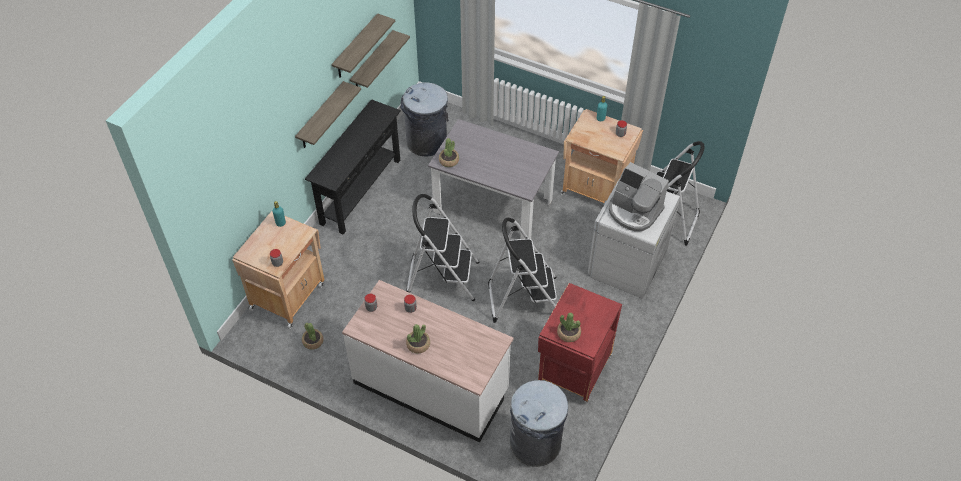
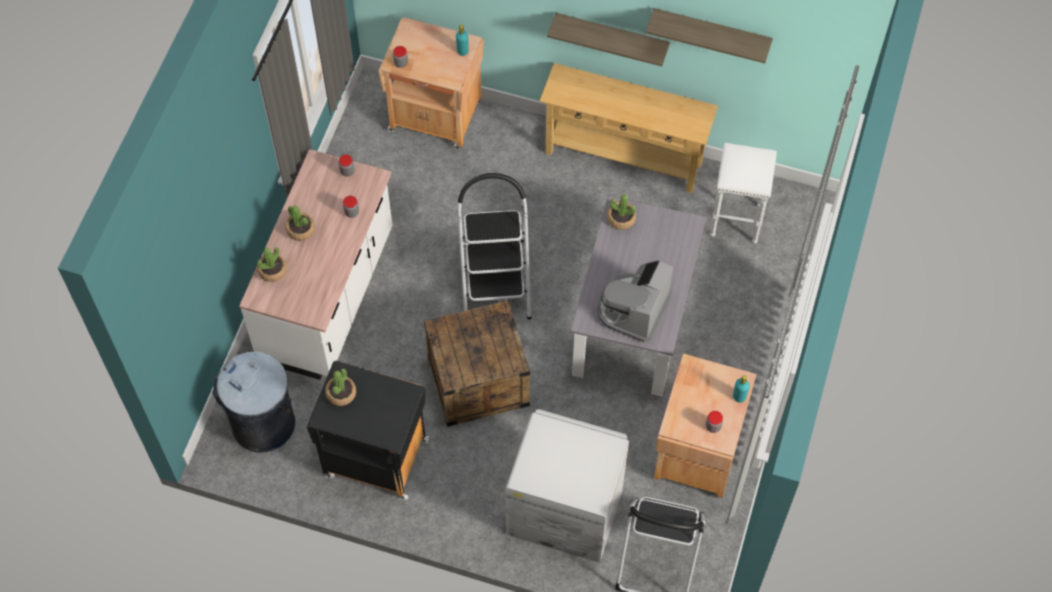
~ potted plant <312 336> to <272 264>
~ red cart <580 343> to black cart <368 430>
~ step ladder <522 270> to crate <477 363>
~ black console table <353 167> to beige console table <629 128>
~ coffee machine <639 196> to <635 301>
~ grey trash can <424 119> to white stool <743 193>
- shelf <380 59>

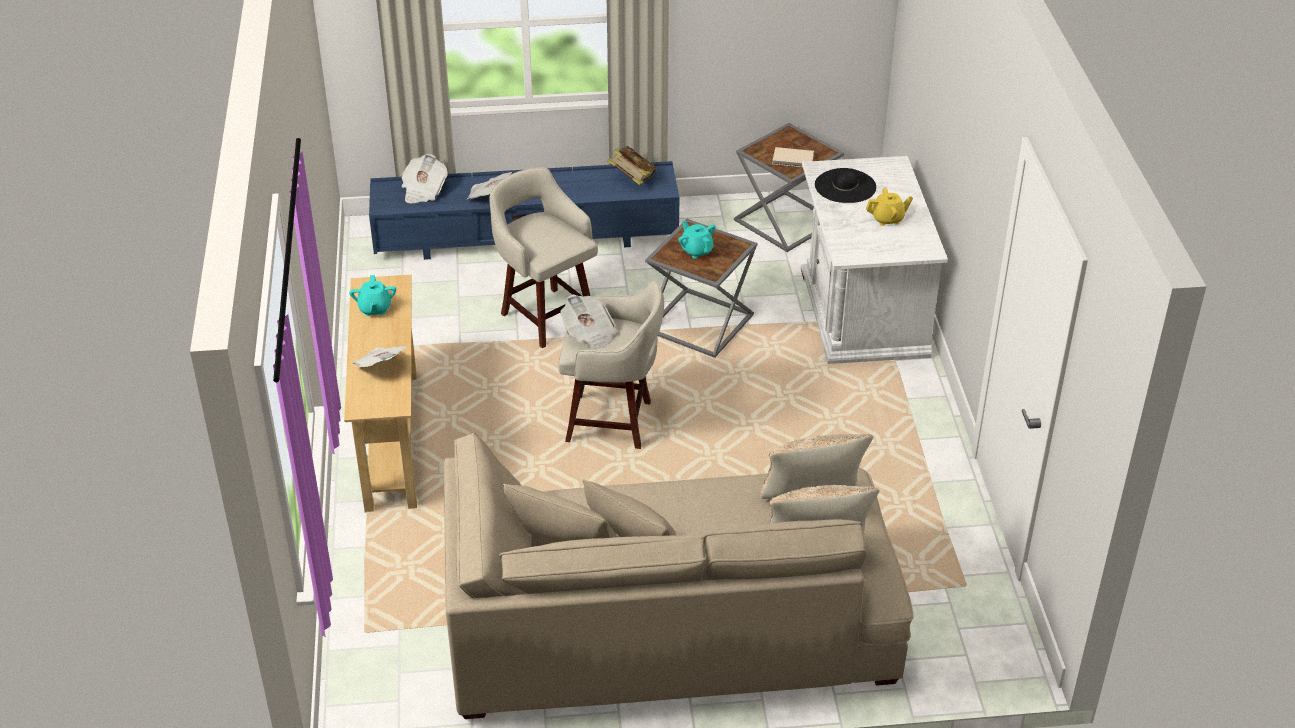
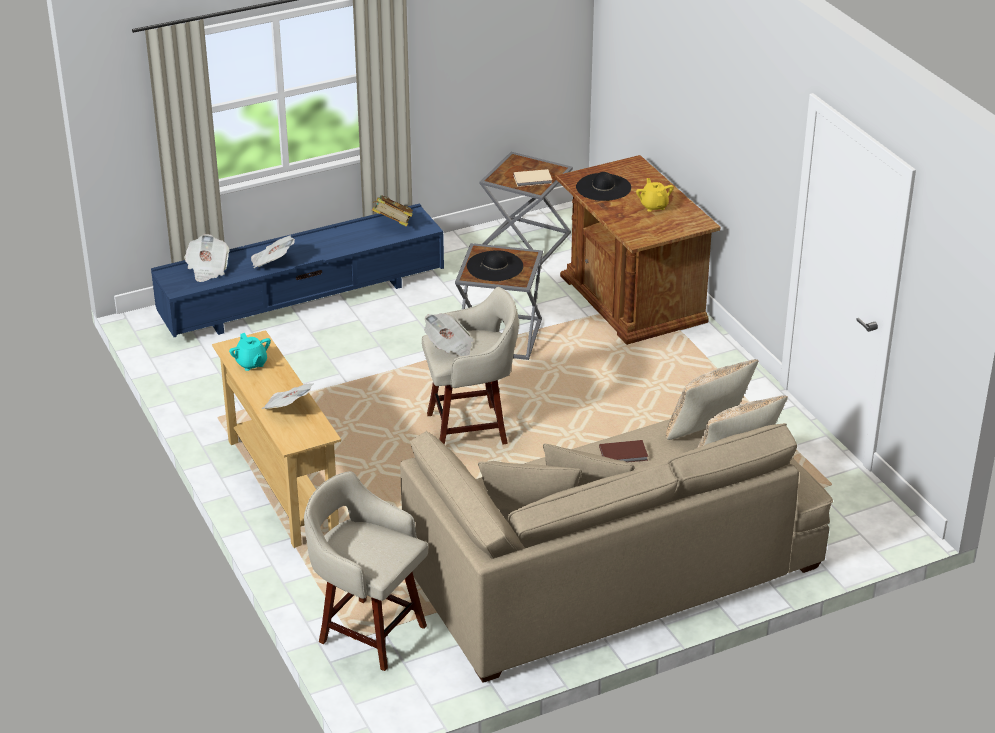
~ beige stool <544 258> to <366 571>
~ turquoise teapot <697 239> to black hat <495 265>
~ white cabinet <874 260> to brown cabinet <637 250>
+ brown book <623 451>
~ yellow teapot <889 207> = <655 195> 75 degrees counterclockwise

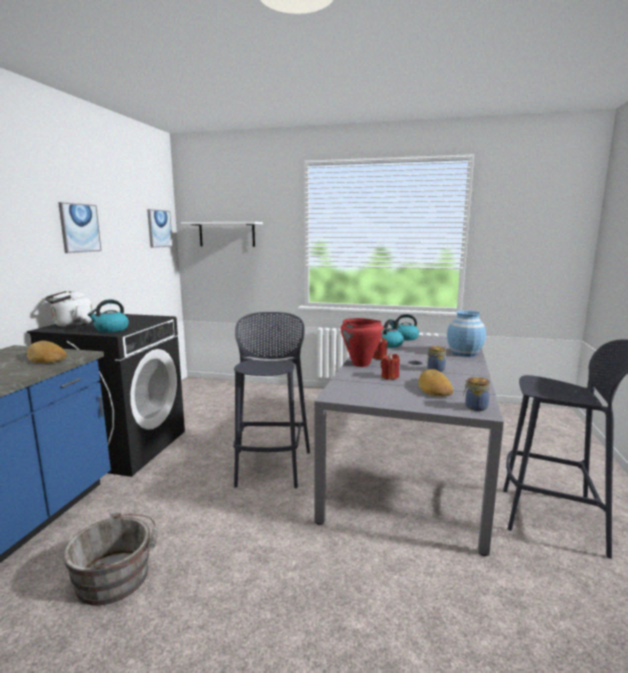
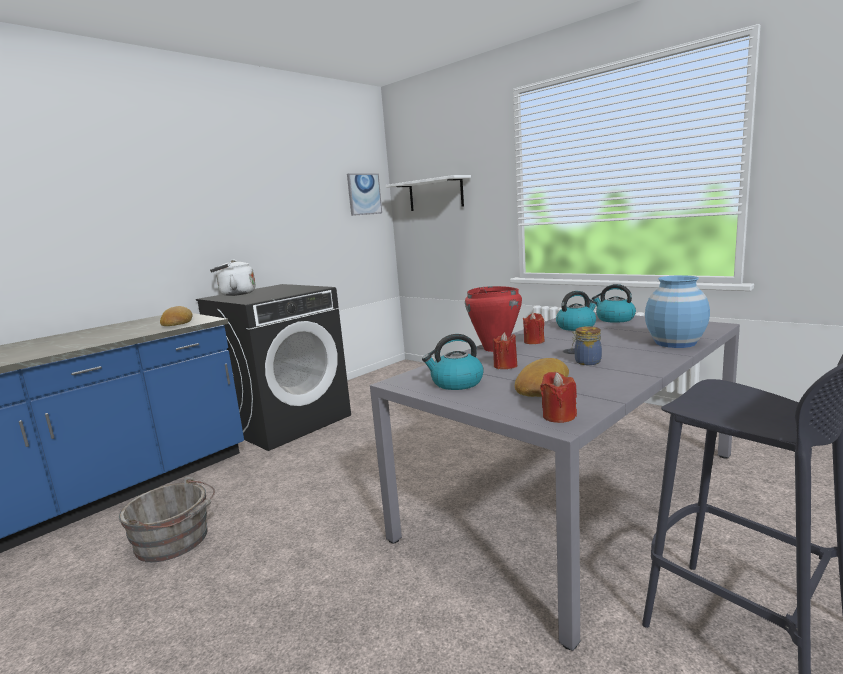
~ kettle <108 316> to <453 362>
~ jar <476 394> to red candle <558 397>
- picture <80 227>
- grey stool <271 400>

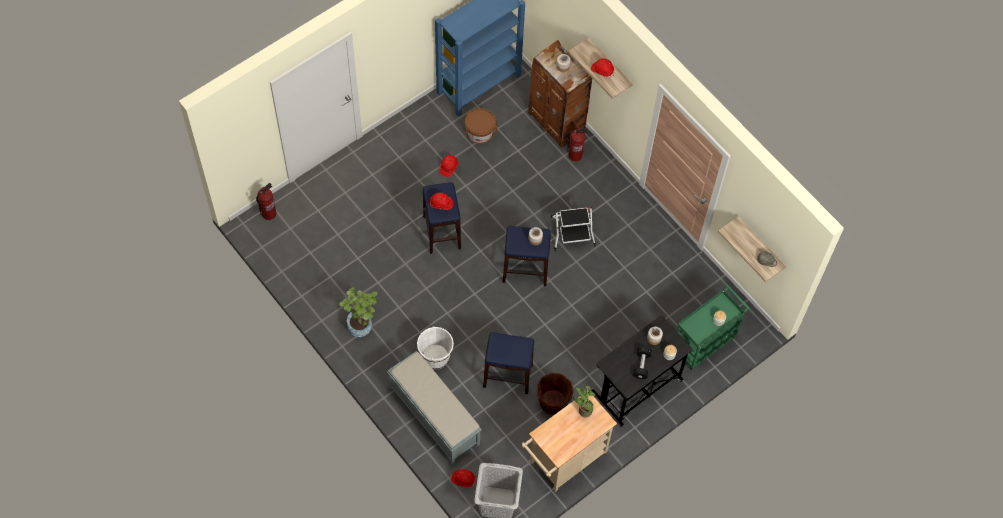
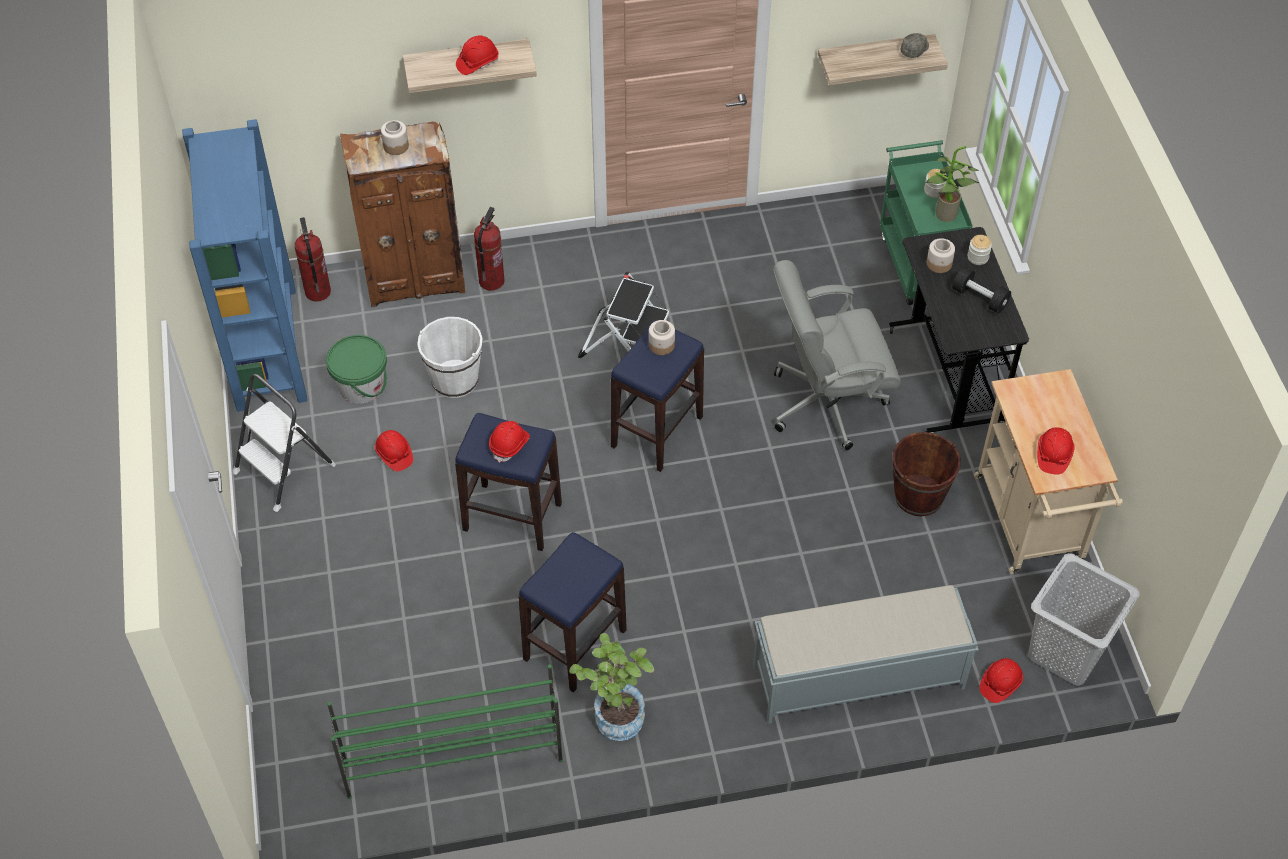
+ white step ladder <284 443>
~ fire extinguisher <266 201> to <313 259>
~ brown bucket <481 126> to green bucket <356 369>
+ green shoe rack <445 732>
~ white bucket <435 348> to <449 357>
~ stool <508 363> to <572 612>
+ grey office chair <837 355>
~ potted plant <584 400> to <952 184>
+ red hard hat <1056 451>

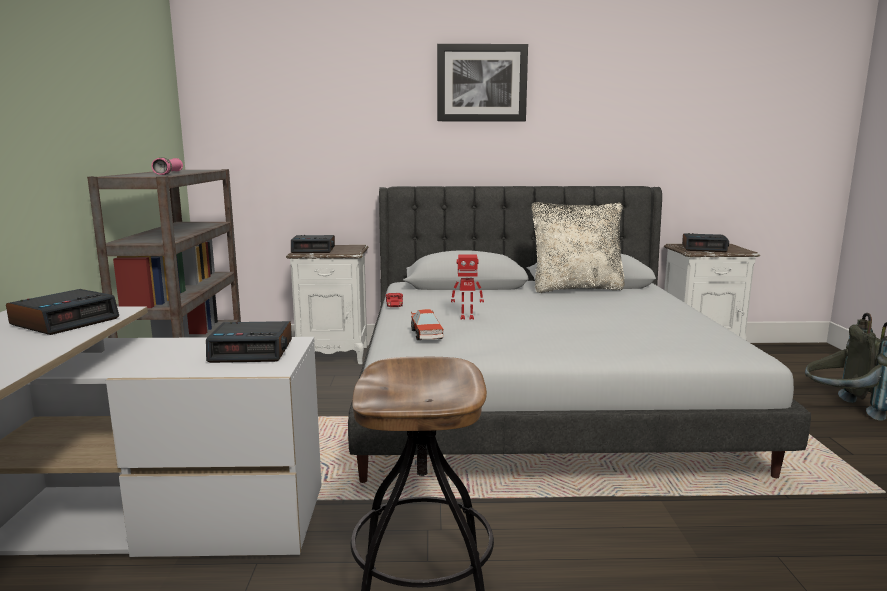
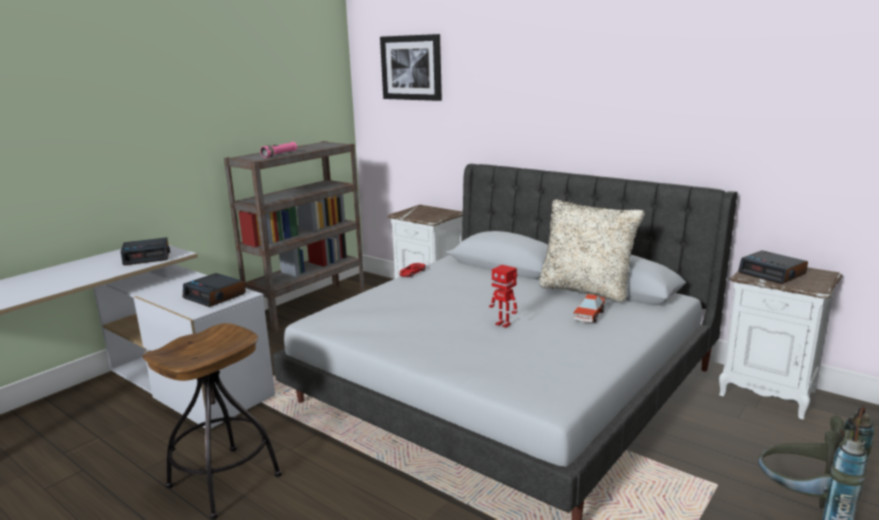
~ picture <482 82> to <411 67>
~ toy robot <467 286> to <503 296>
~ toy car <427 324> to <590 308>
- alarm clock <313 244>

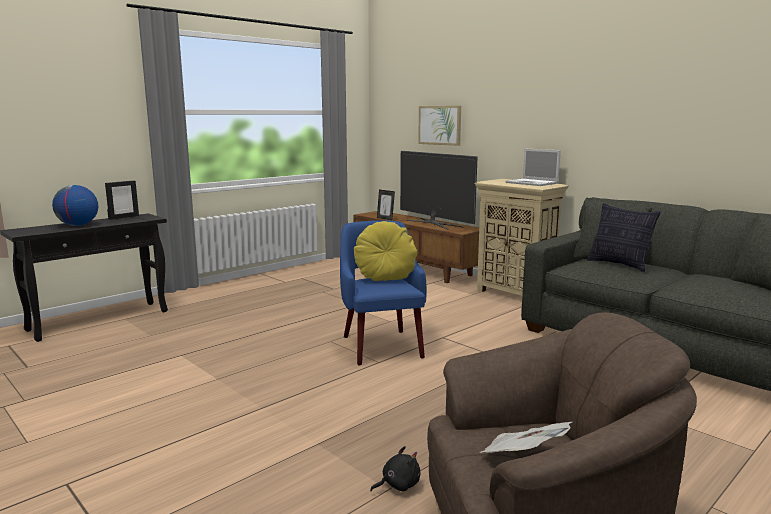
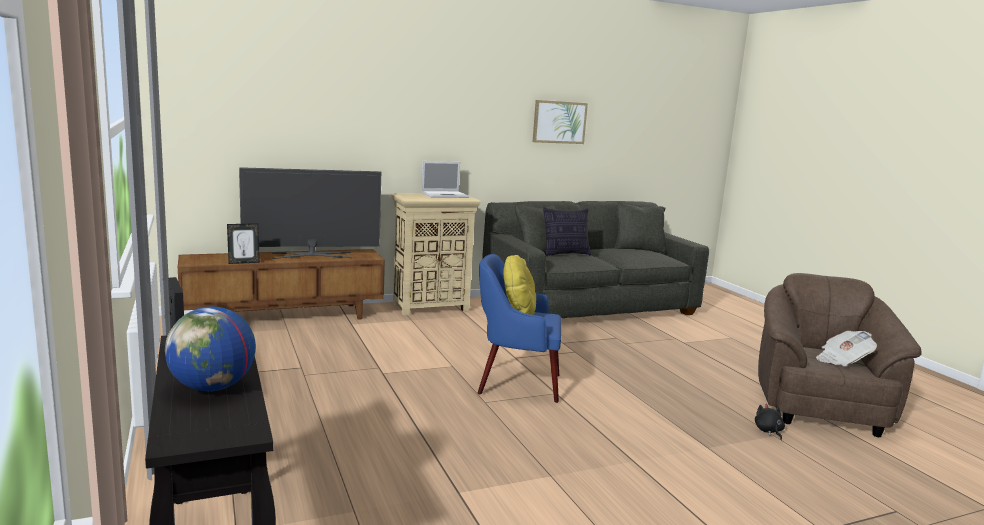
~ picture <439 126> to <560 122>

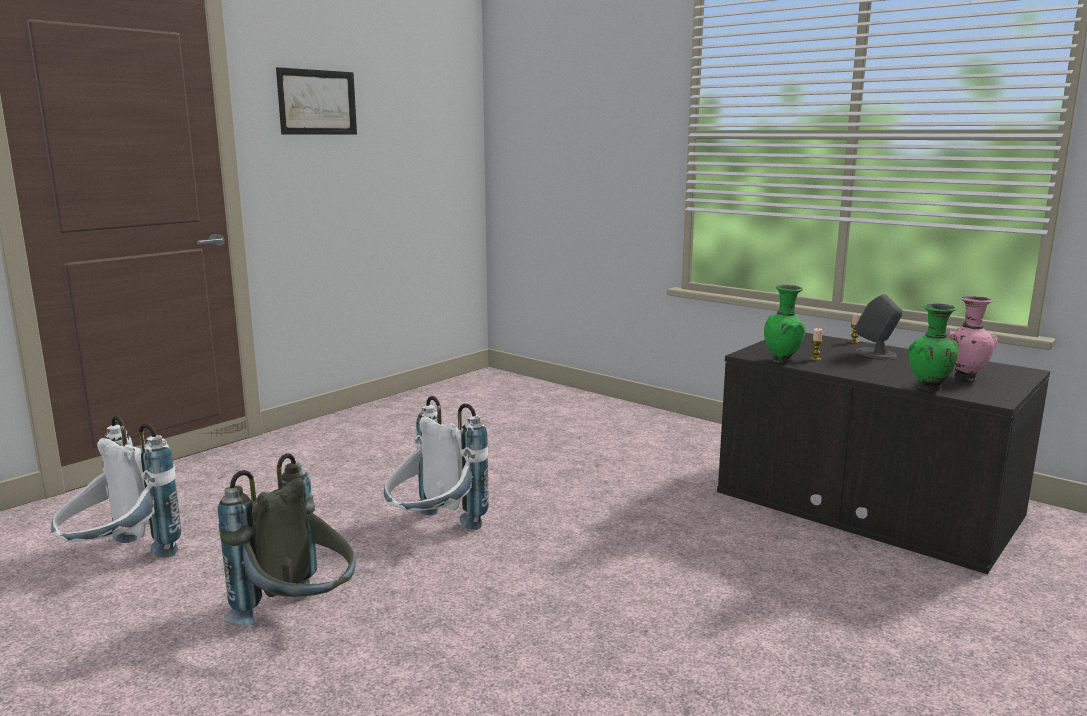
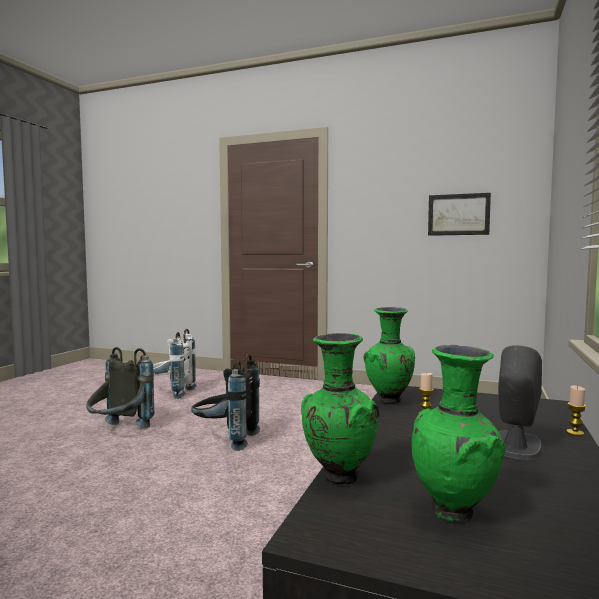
~ white backpack <436 463> to black backpack <225 402>
~ pink vase <972 338> to green vase <458 433>
~ picture <316 101> to <459 214>

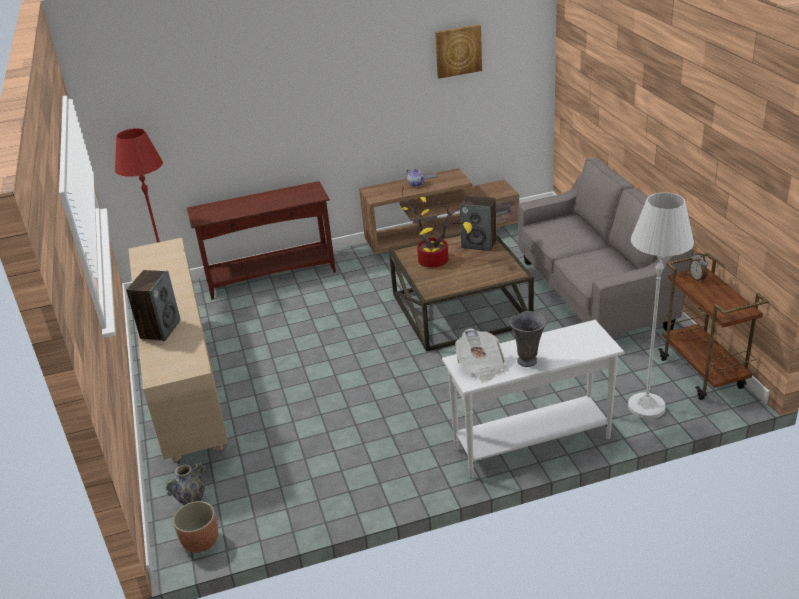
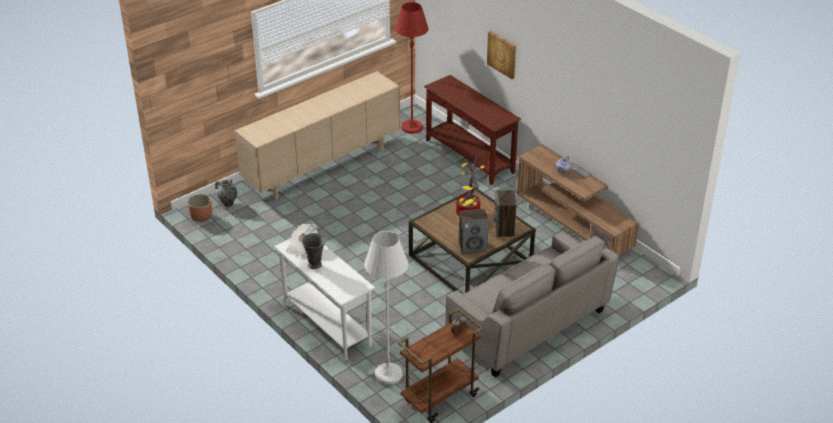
~ speaker <153 305> to <474 231>
~ picture <458 51> to <501 55>

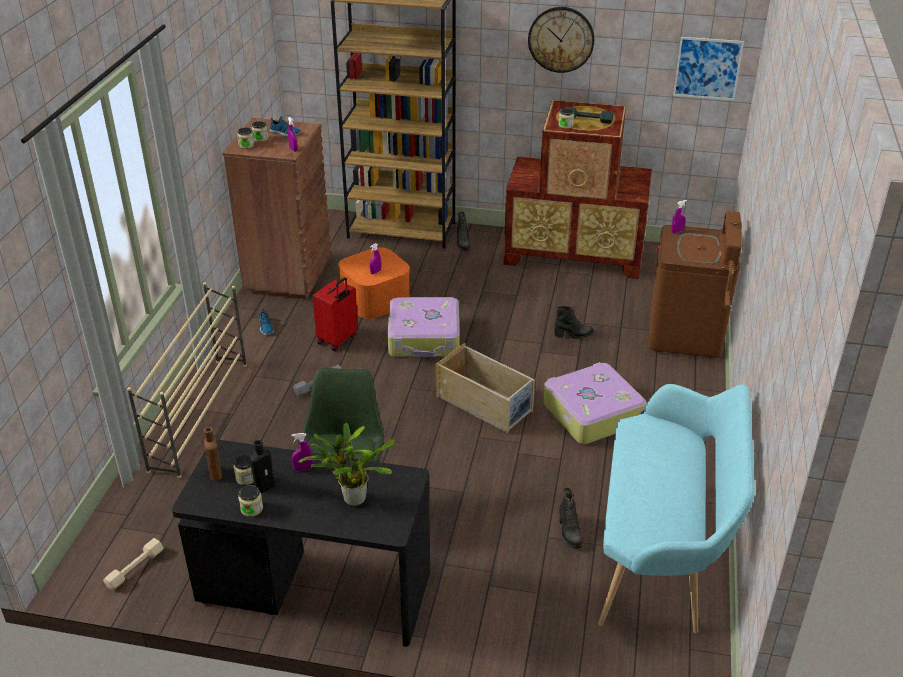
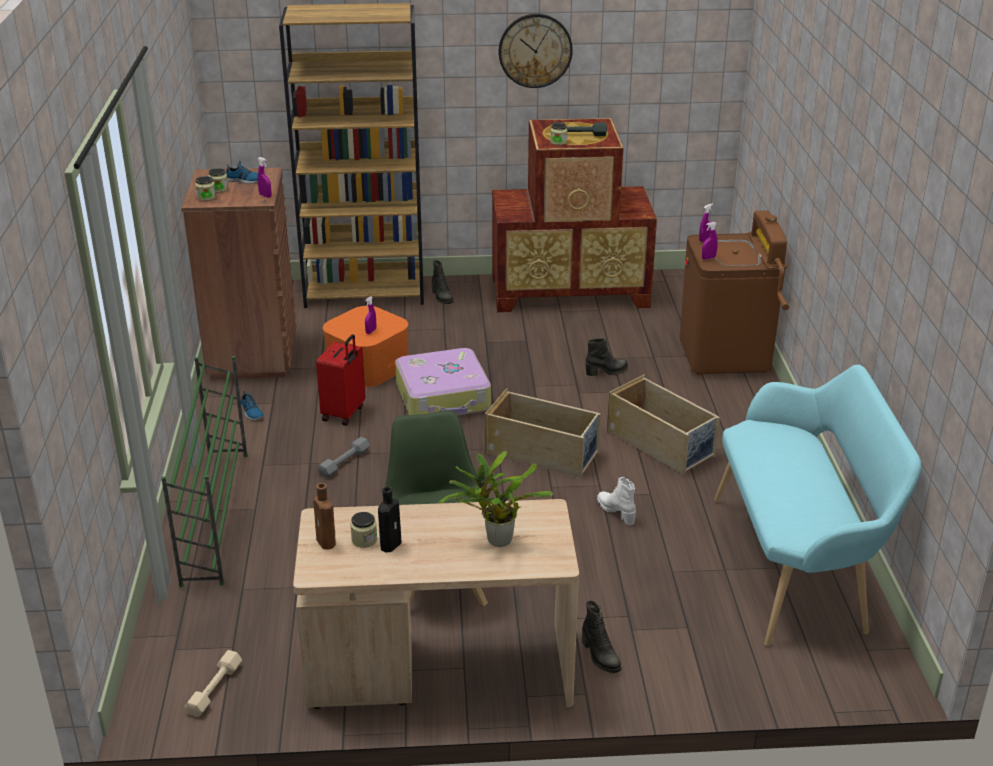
~ beige shoe rack <187 380> to green shoe rack <204 471>
~ black desk <301 543> to beige desk <436 604>
~ black boot <571 518> to <601 636>
+ white boot <616 501>
~ suitcase <595 403> to beige storage box <663 425>
~ purple spray bottle <302 452> to <710 241>
- jar <250 501>
- picture <708 69>

